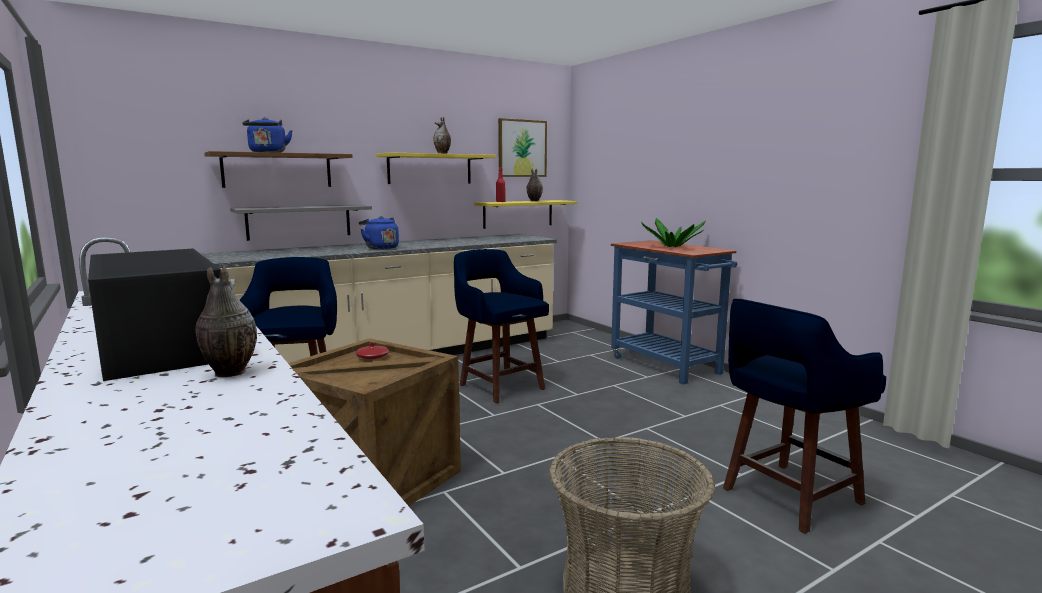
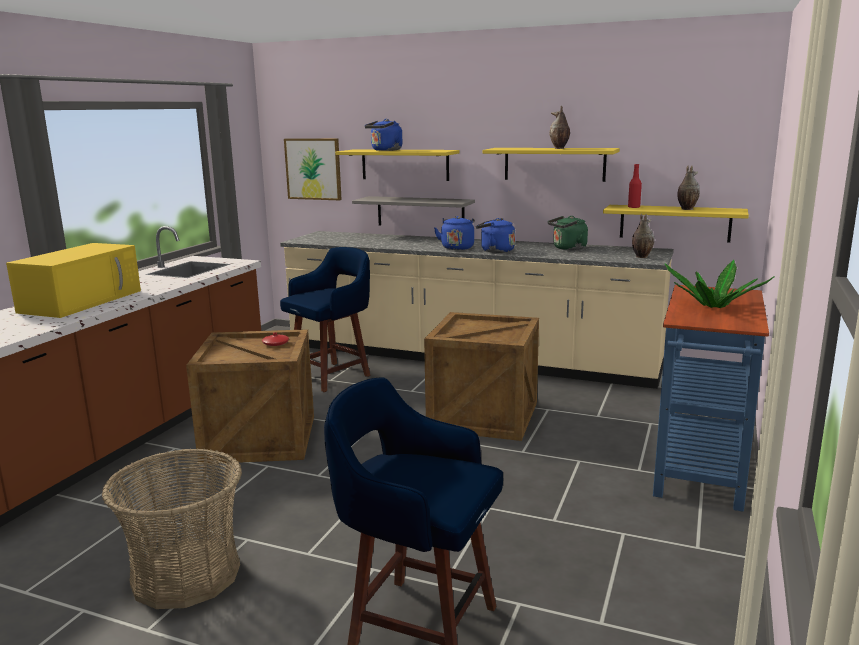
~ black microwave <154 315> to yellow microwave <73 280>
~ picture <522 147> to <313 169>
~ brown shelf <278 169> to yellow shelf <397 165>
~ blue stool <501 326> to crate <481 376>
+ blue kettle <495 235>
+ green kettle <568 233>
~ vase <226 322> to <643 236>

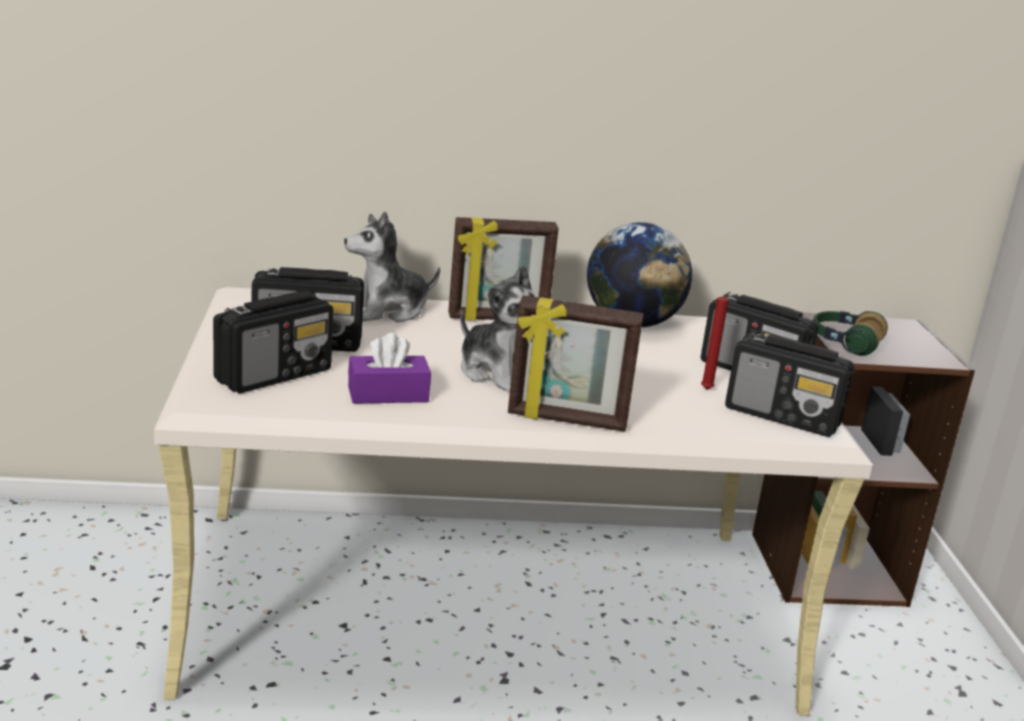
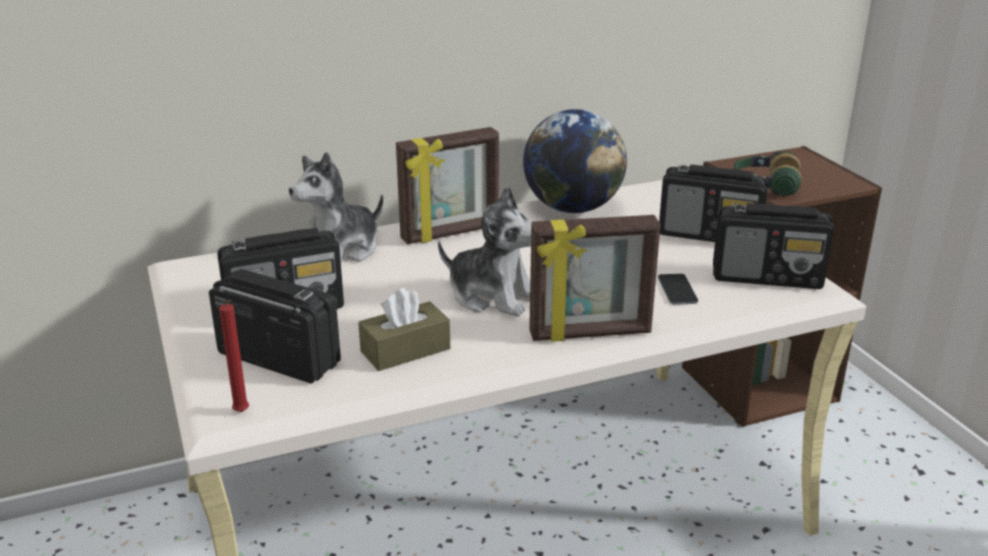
~ radio <273 342> = <275 326> 90 degrees counterclockwise
~ red candle <716 341> to <234 356>
~ purple tissue box <389 368> to brown tissue box <404 329>
+ phone <678 289>

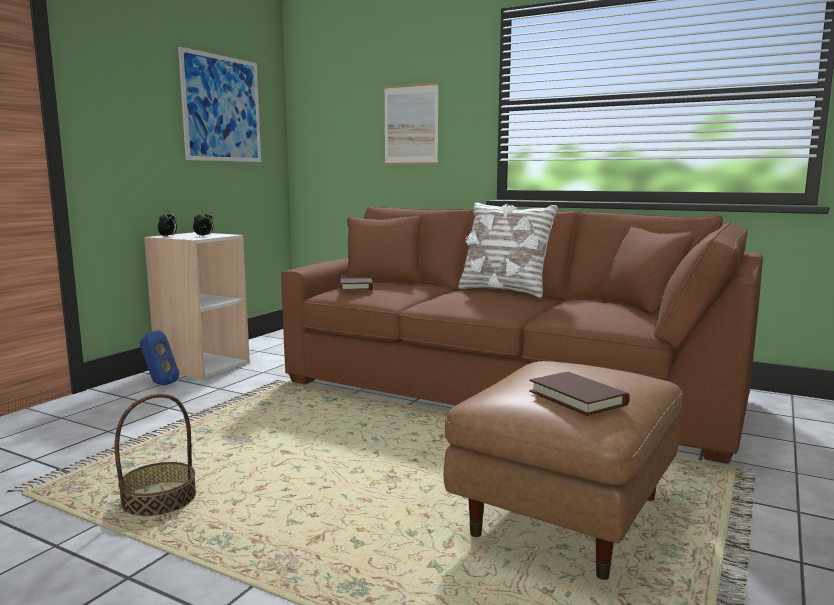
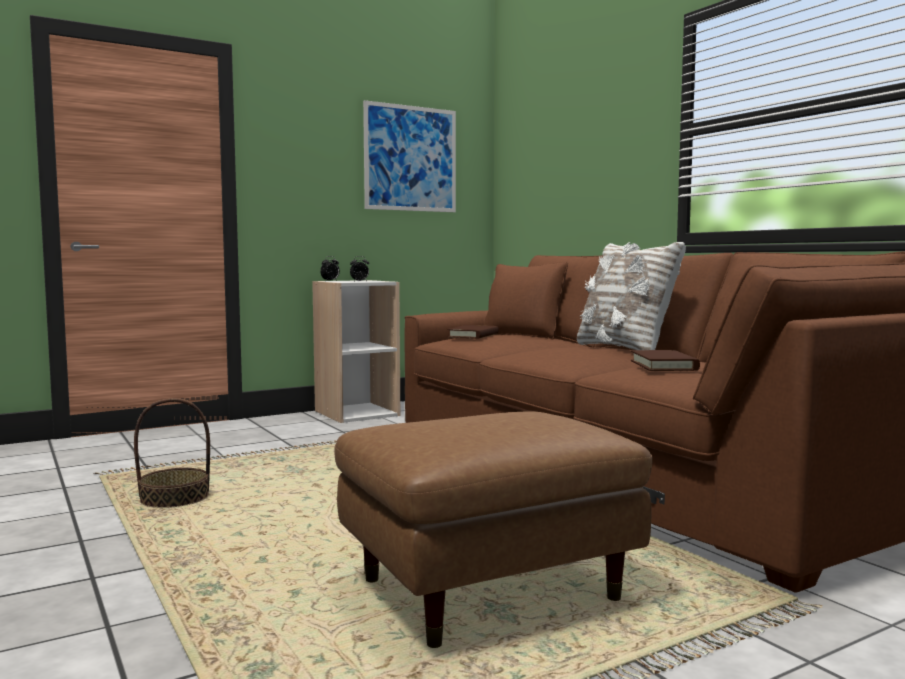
~ brown book <579 394> to <665 360>
- blue speaker <159 358>
- picture <411 123>

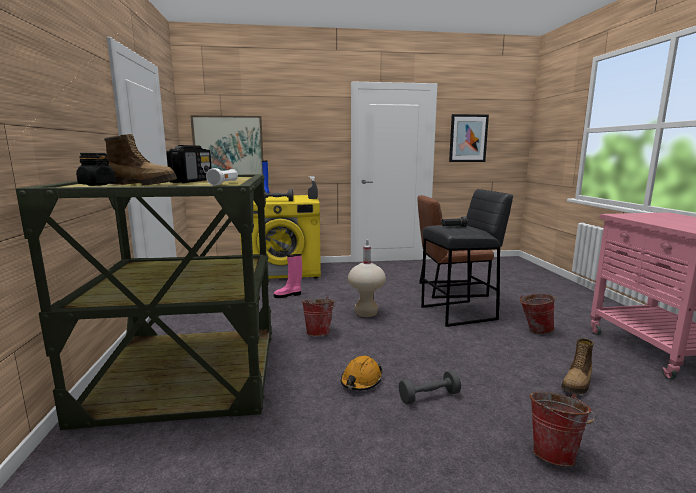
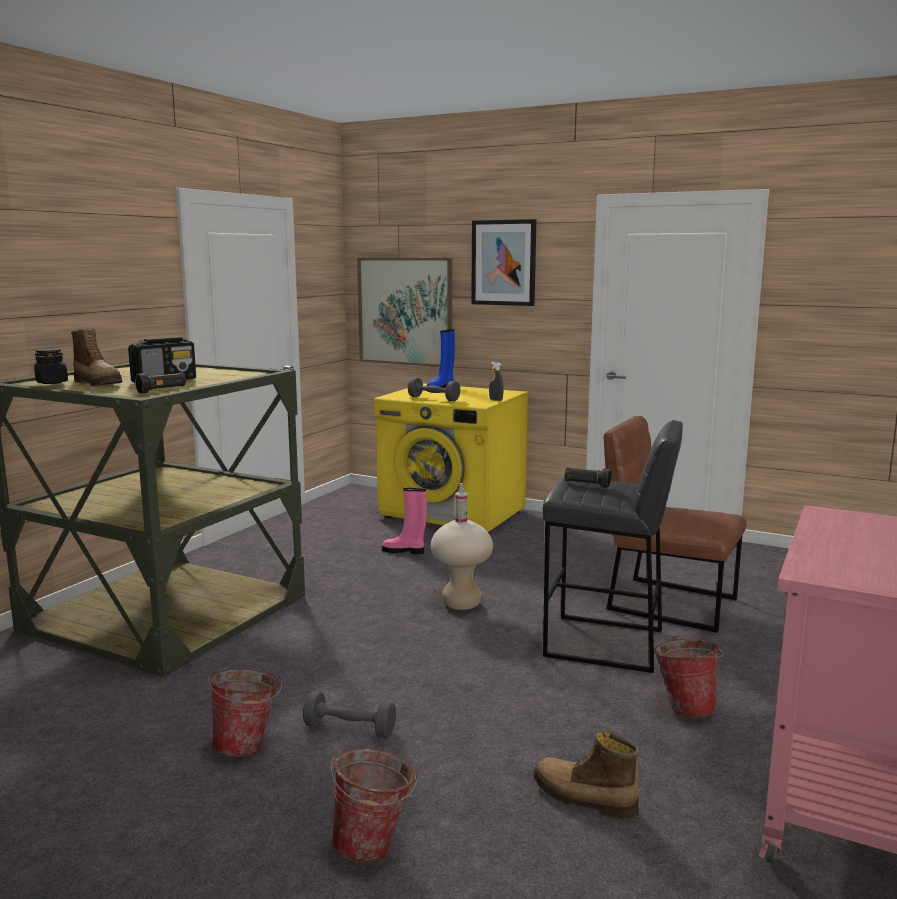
~ white flashlight <222 177> to black flashlight <161 383>
~ bucket <319 316> to <245 712>
~ picture <469 138> to <503 262>
~ boot <577 366> = <586 776> 45 degrees clockwise
- orange hard hat <362 373>

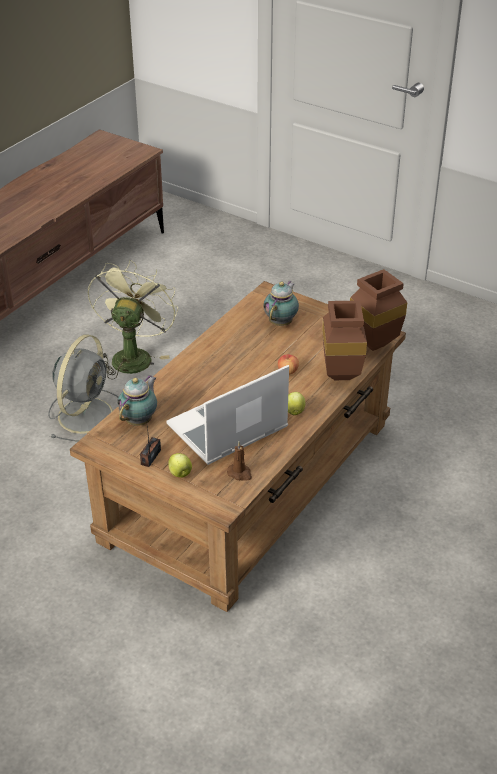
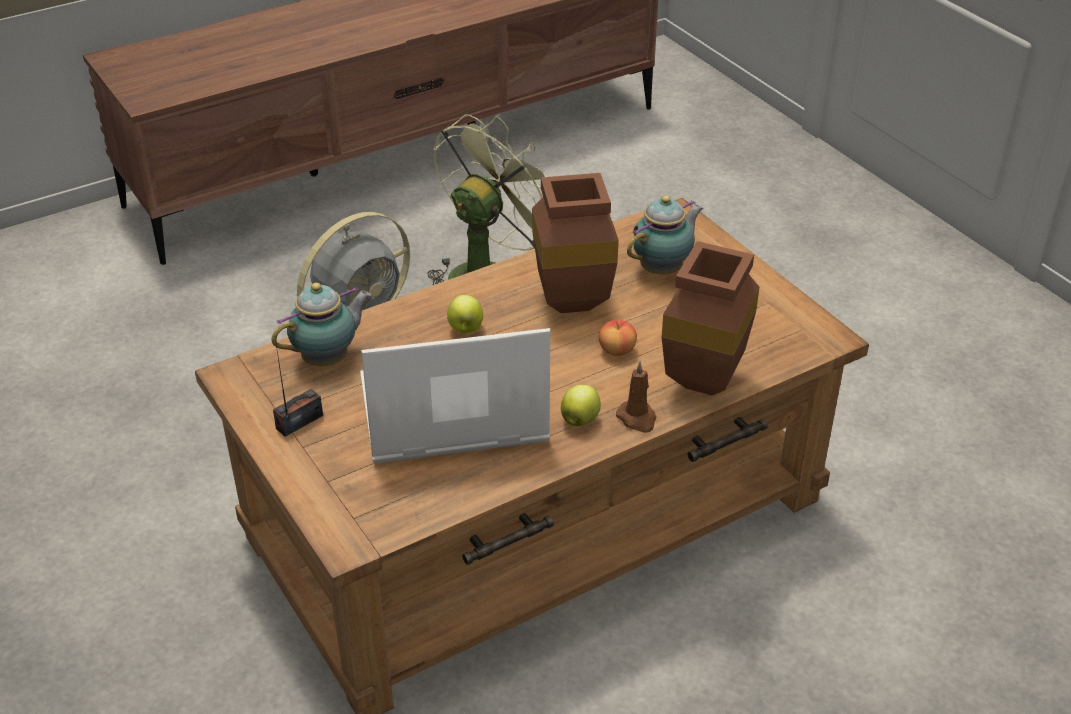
~ apple <180 465> to <465 314>
~ brown vase <378 310> to <575 243>
~ brown candle <239 461> to <636 397>

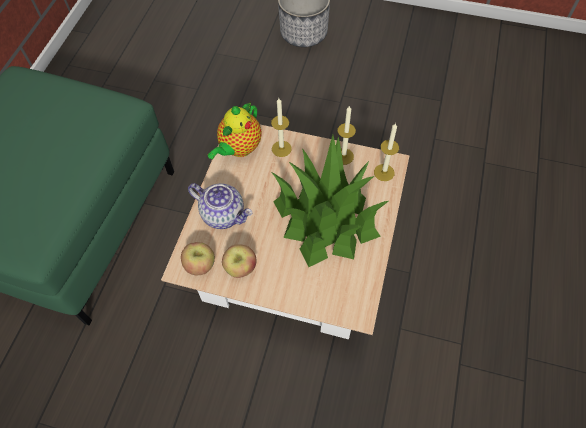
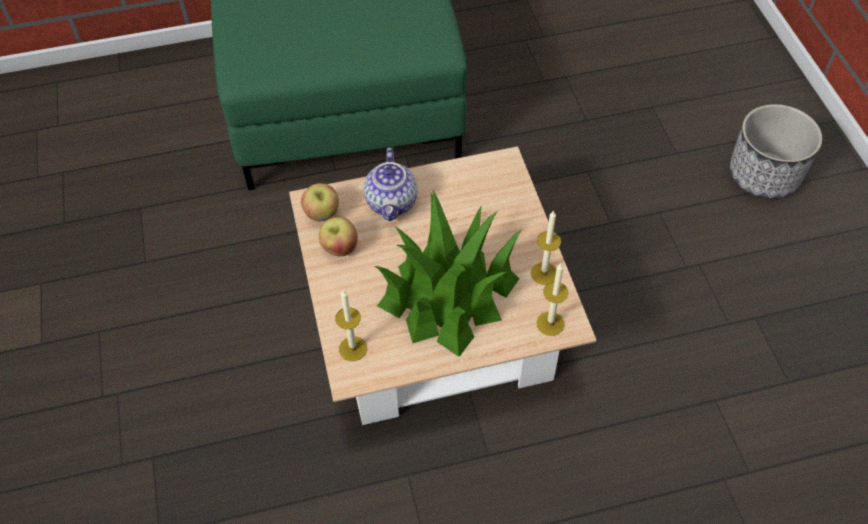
~ candle <281 127> to <351 325>
- teapot <235 130>

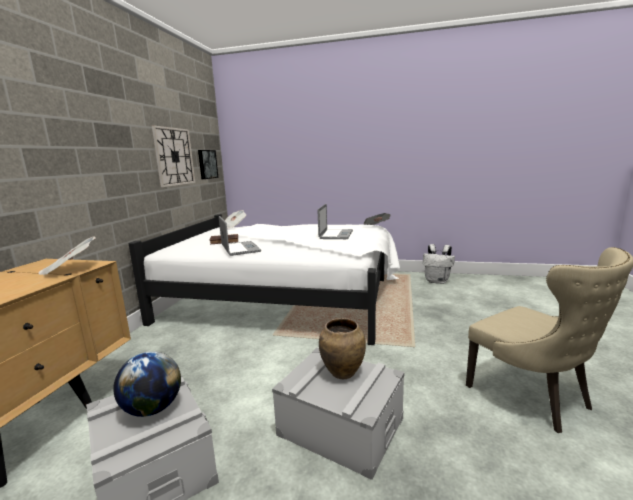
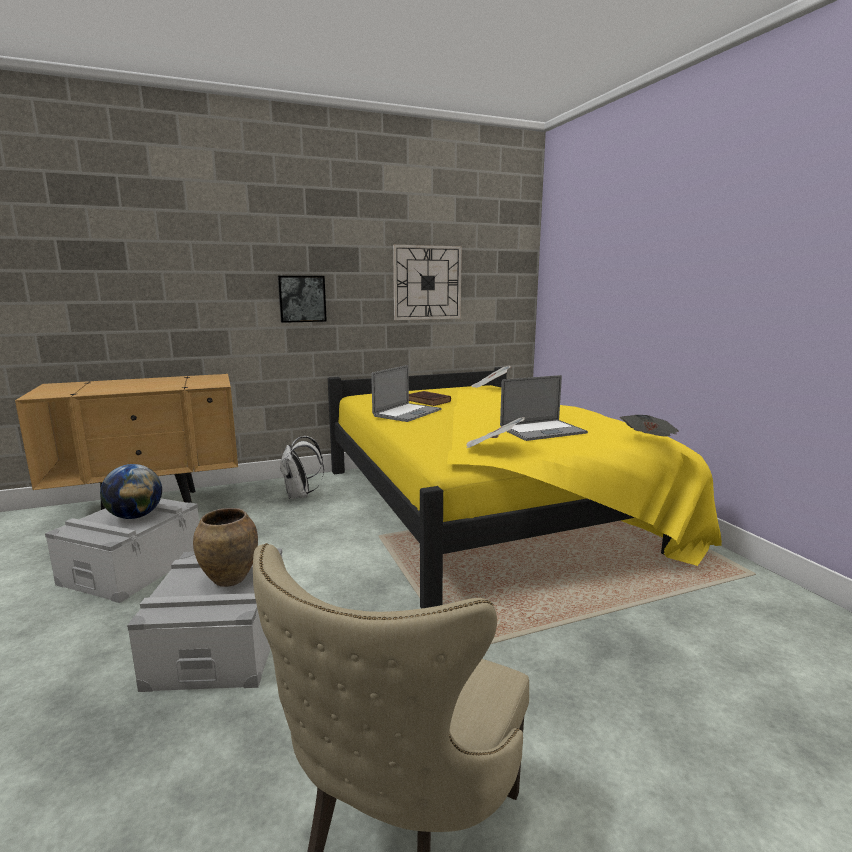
~ picture <208 164> to <302 299>
~ white backpack <439 264> to <302 467>
~ white bed <264 279> to yellow bed <525 488>
~ newspaper <67 255> to <495 432>

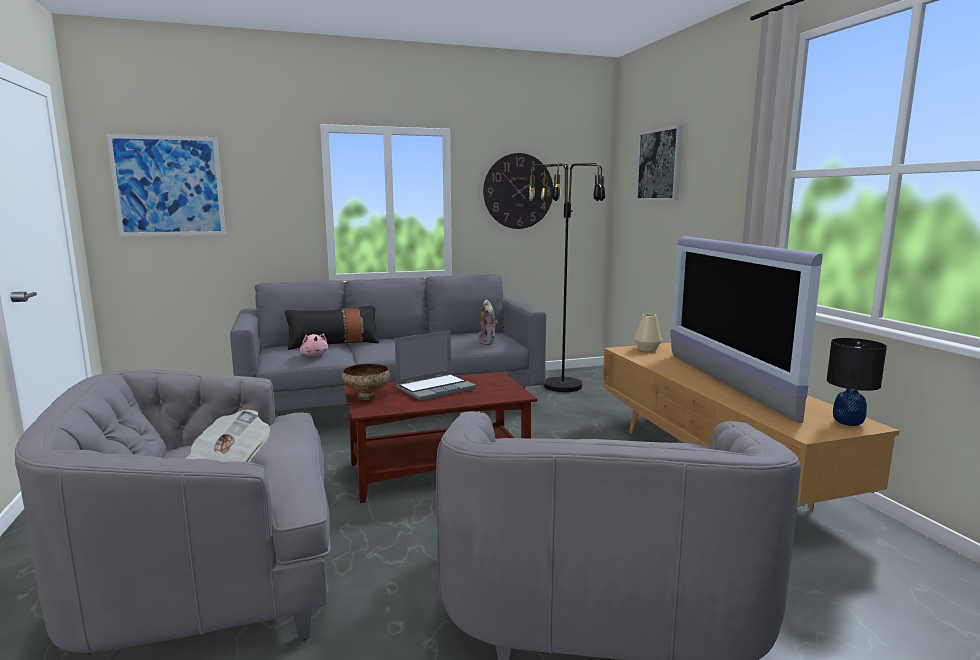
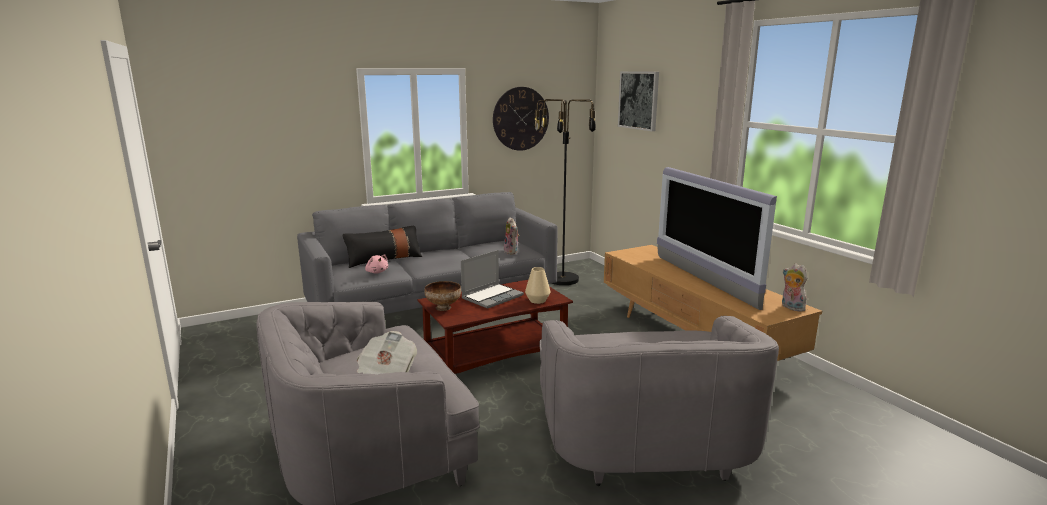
~ beige vase <648 333> to <538 285>
~ black table lamp <857 382> to plush toy <794 288>
- picture <166 185>

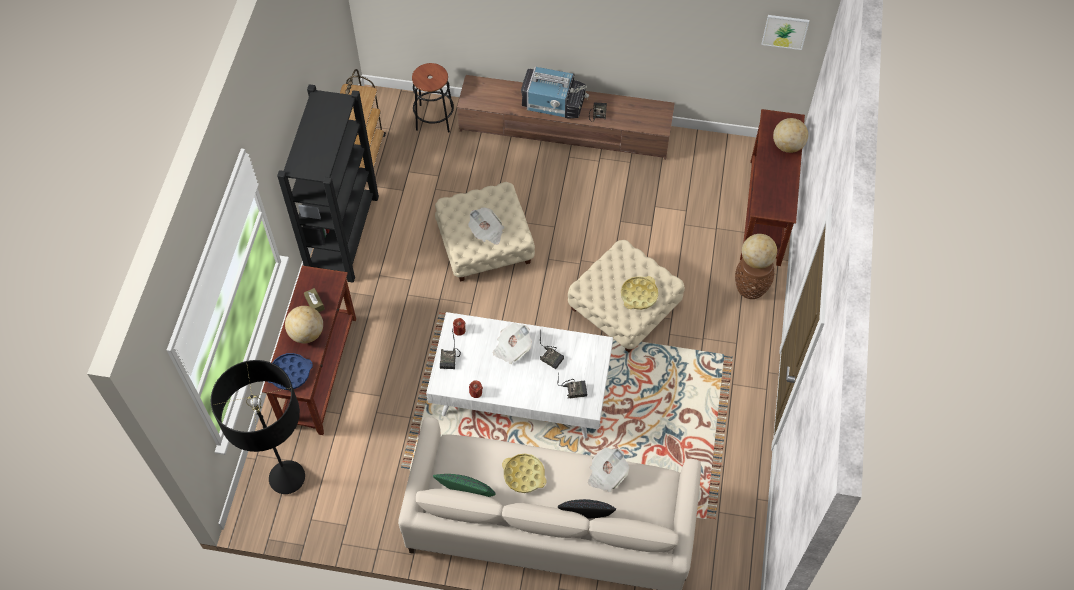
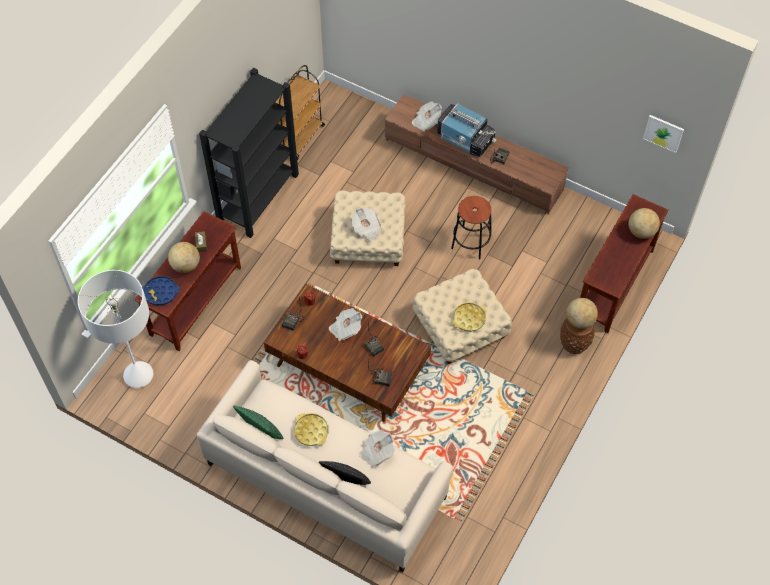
~ black floor lamp <258 427> to white floor lamp <115 329>
~ white coffee table <519 375> to brown coffee table <347 352>
+ newspaper <427 117>
~ black stool <433 98> to <471 227>

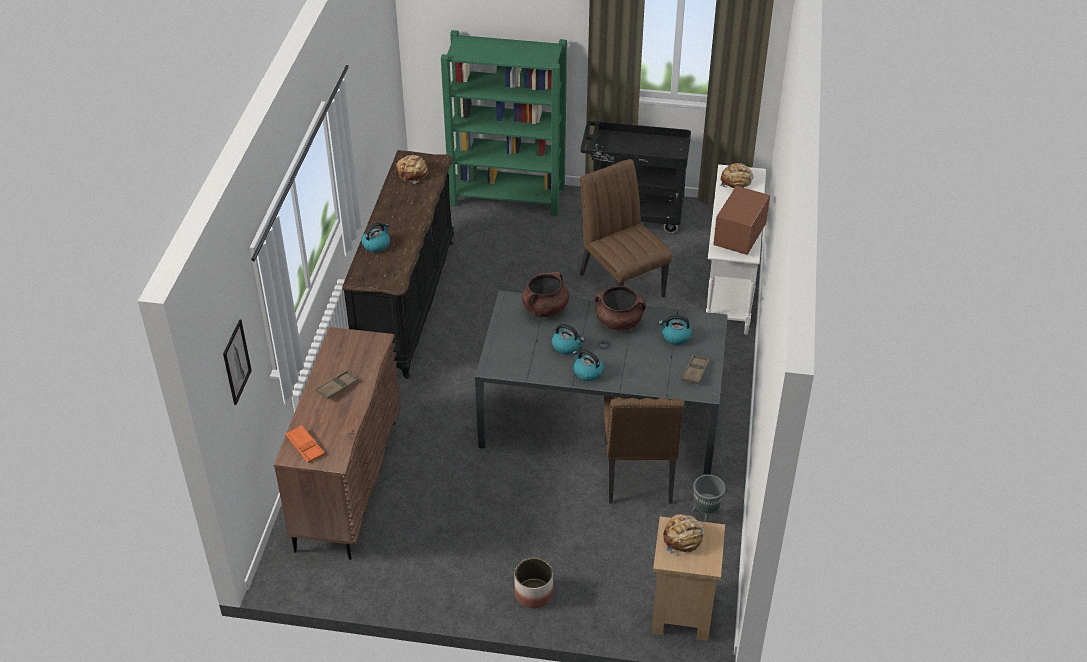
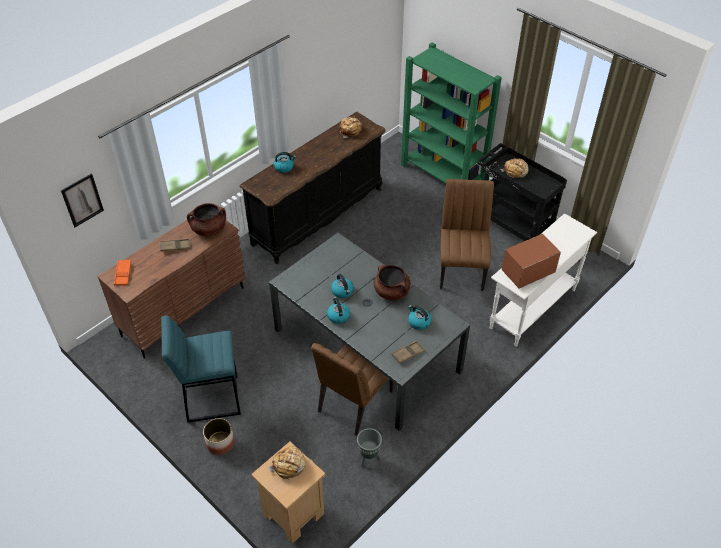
+ turquoise stool <201 368>
~ brown cooking pot <545 294> to <206 219>
~ bread <737 175> to <514 168>

